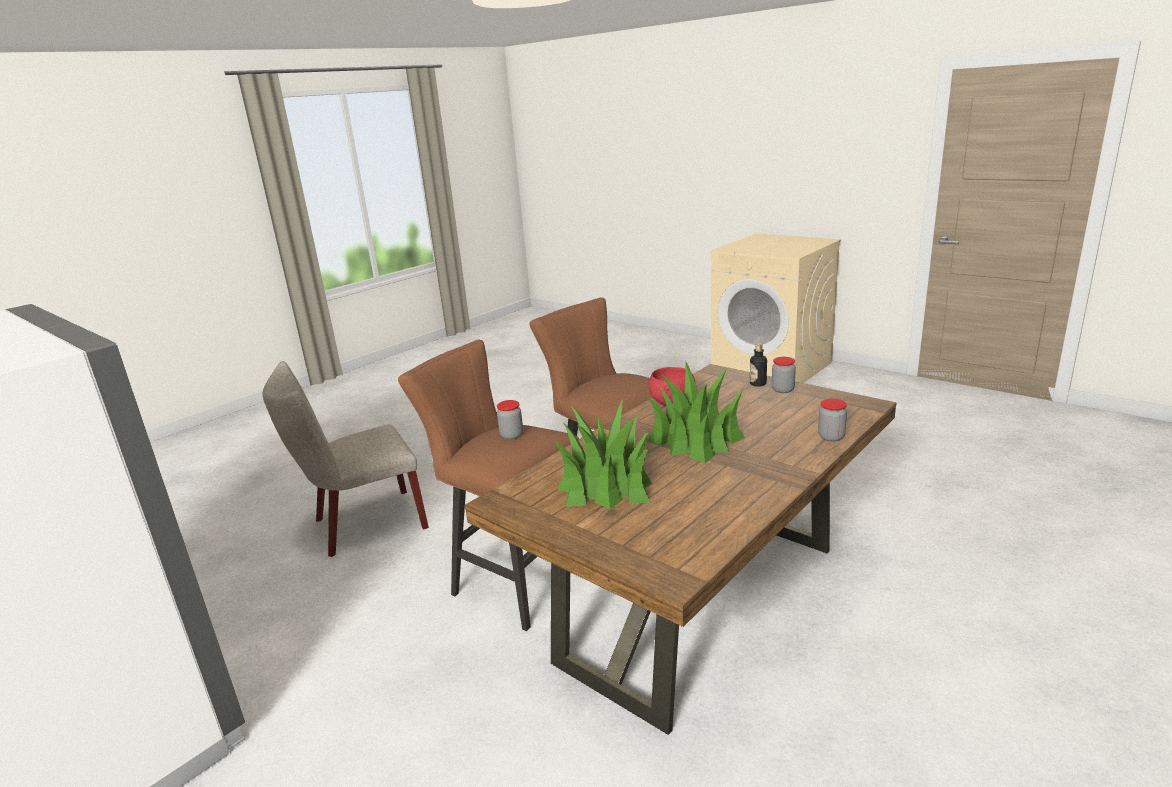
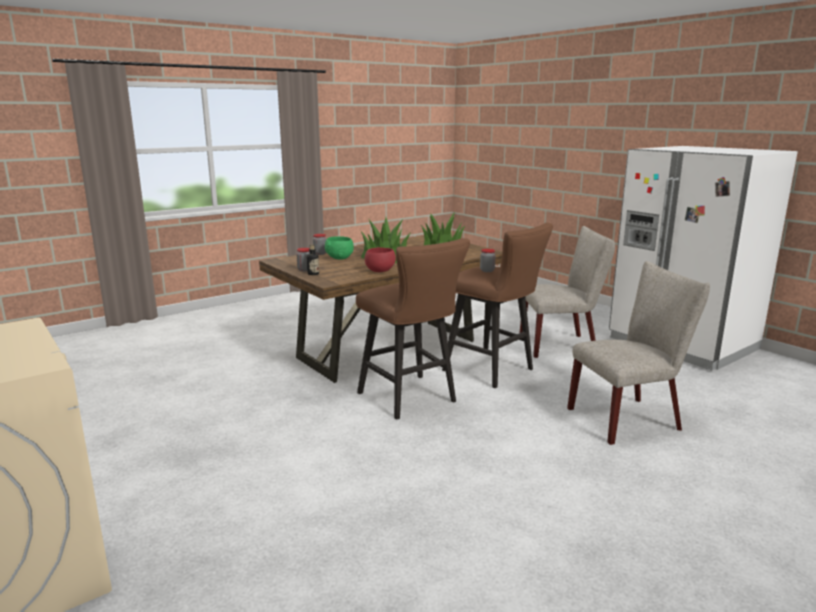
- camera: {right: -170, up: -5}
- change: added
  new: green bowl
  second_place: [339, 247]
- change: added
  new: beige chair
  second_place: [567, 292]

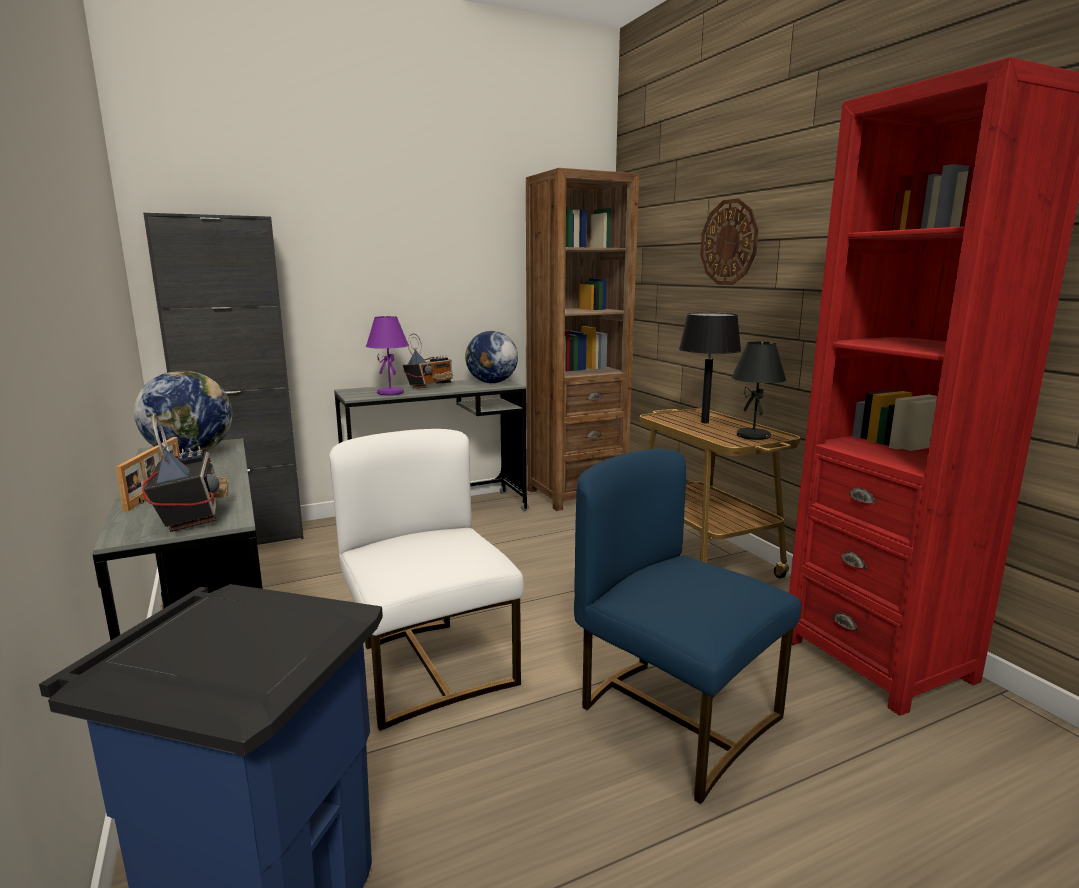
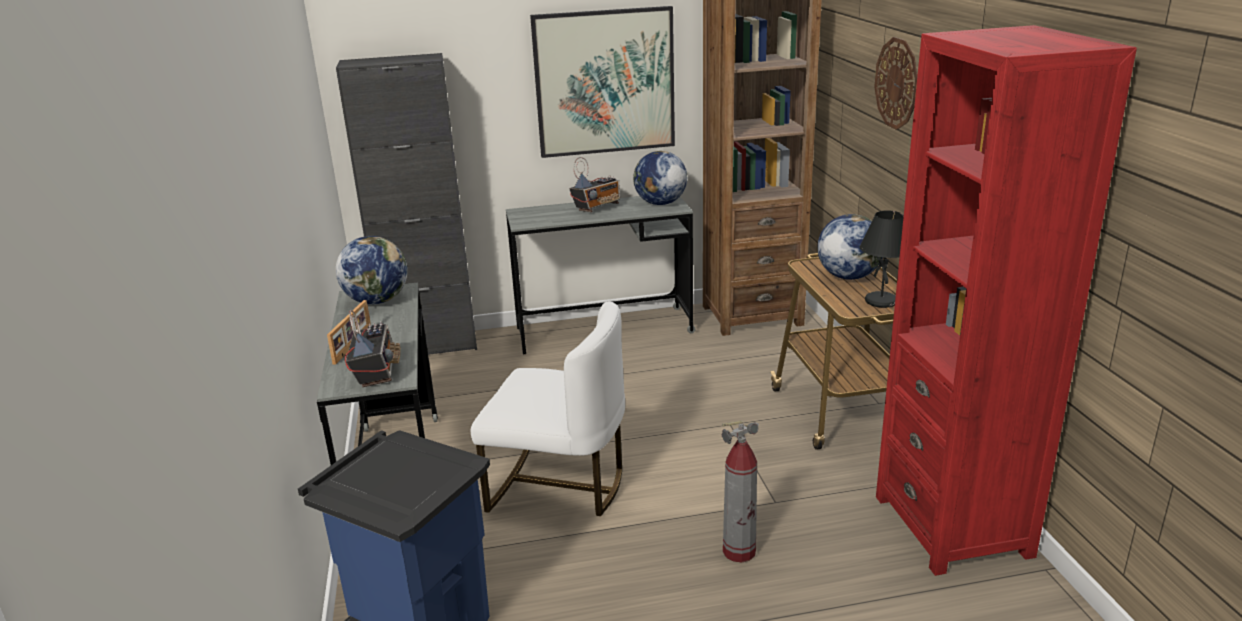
- camera: {right: 15, up: 10}
- change: turned
  old: white chair
  first_place: [426, 580]
  second_place: [548, 409]
  degrees: 120
- change: added
  new: picture
  second_place: [602, 82]
- change: replaced
  old: blue chair
  new: fire extinguisher
  first_place: [687, 626]
  second_place: [740, 492]
- change: replaced
  old: black table lamp
  new: globe
  first_place: [710, 368]
  second_place: [850, 247]
- change: removed
  old: purple table lamp
  first_place: [387, 355]

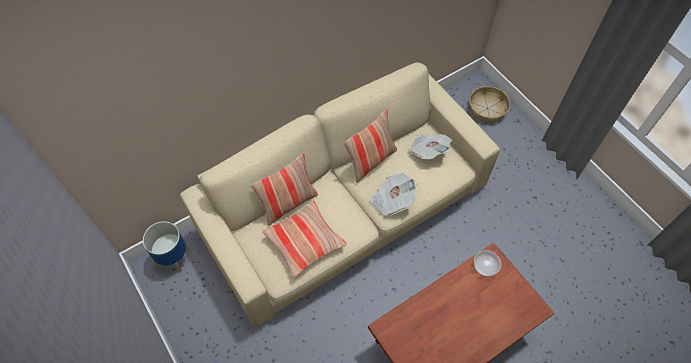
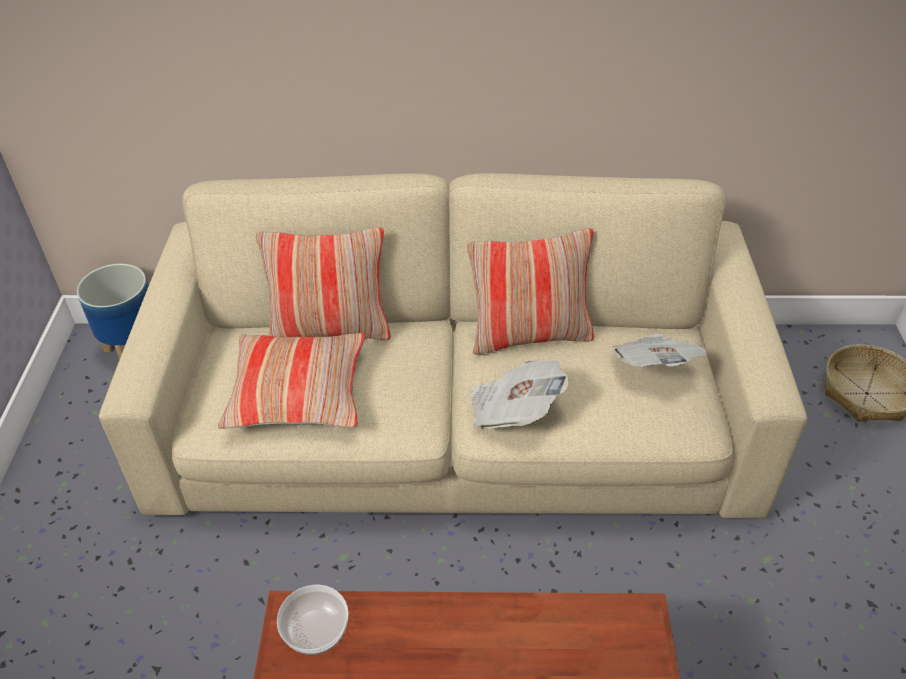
- camera: {right: 35, up: -15}
- change: moved
  old: bowl
  first_place: [487, 263]
  second_place: [313, 620]

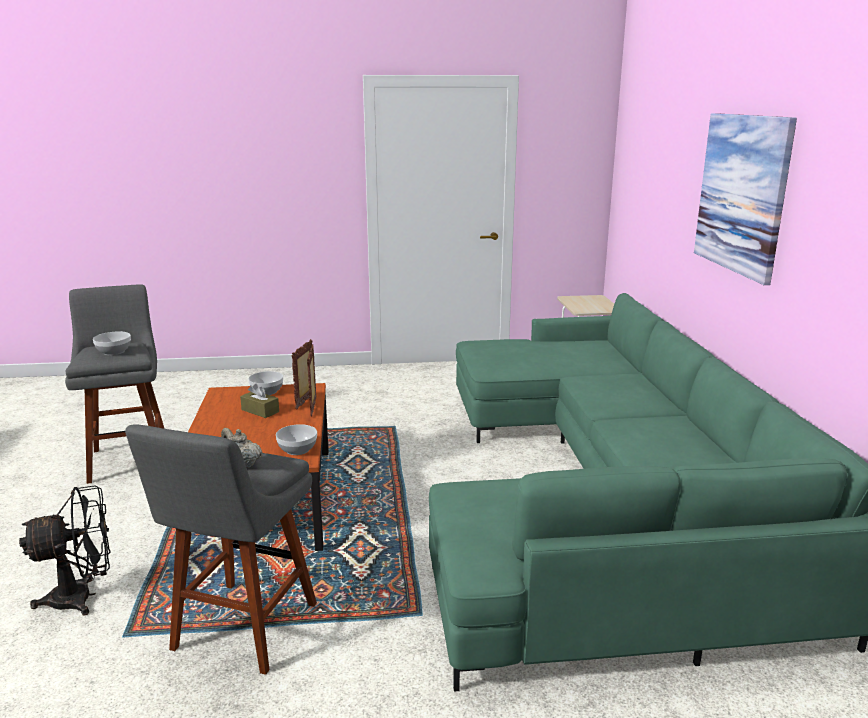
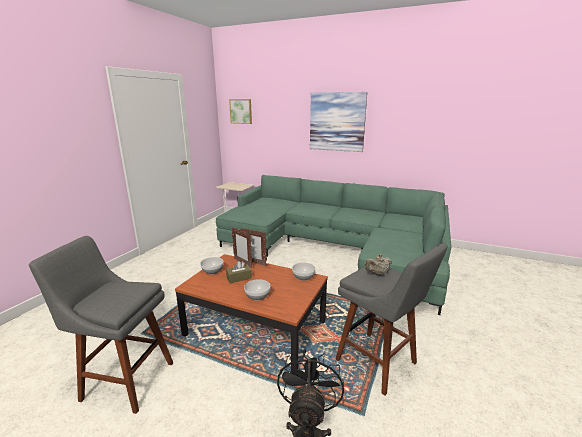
- camera: {right: -60, up: 0}
- change: added
  new: picture
  second_place: [240, 111]
- change: moved
  old: bowl
  first_place: [112, 343]
  second_place: [257, 290]

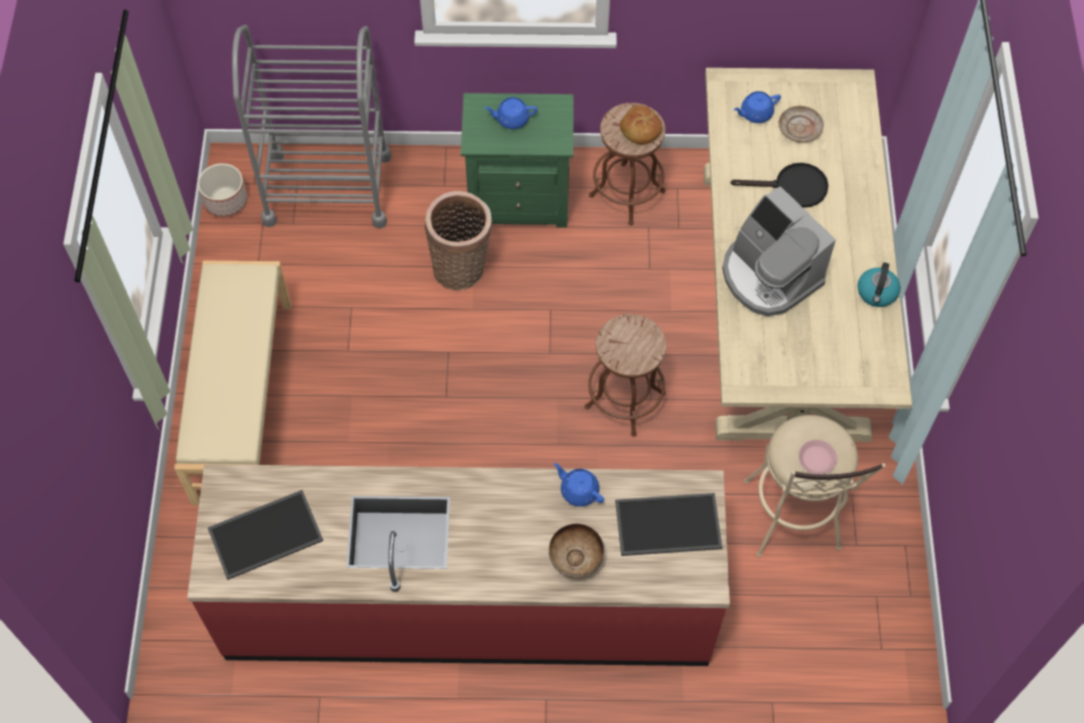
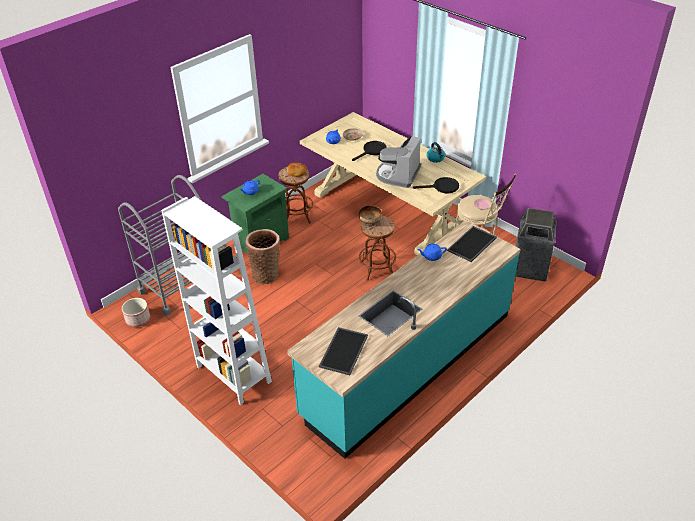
- camera: {right: -45, up: -20}
- change: replaced
  old: beige bench
  new: white bookcase
  first_place: [232, 383]
  second_place: [216, 300]
- change: recoloured
  old: red counter
  new: turquoise counter
  first_place: [458, 565]
  second_place: [404, 339]
- change: moved
  old: bowl
  first_place: [576, 551]
  second_place: [370, 216]
- change: turned
  old: coffee machine
  first_place: [779, 251]
  second_place: [398, 162]
  degrees: 105
- change: added
  new: black frying pan
  second_place: [436, 185]
- change: added
  new: trash can
  second_place: [536, 244]

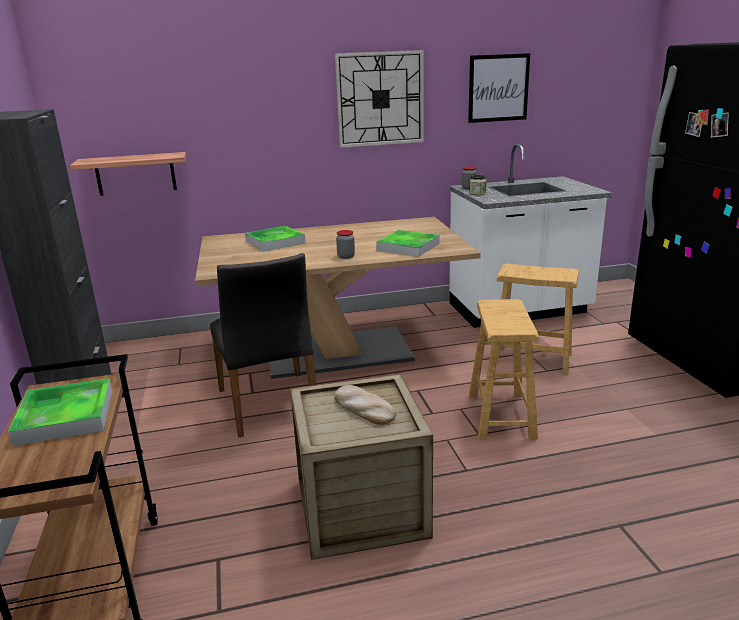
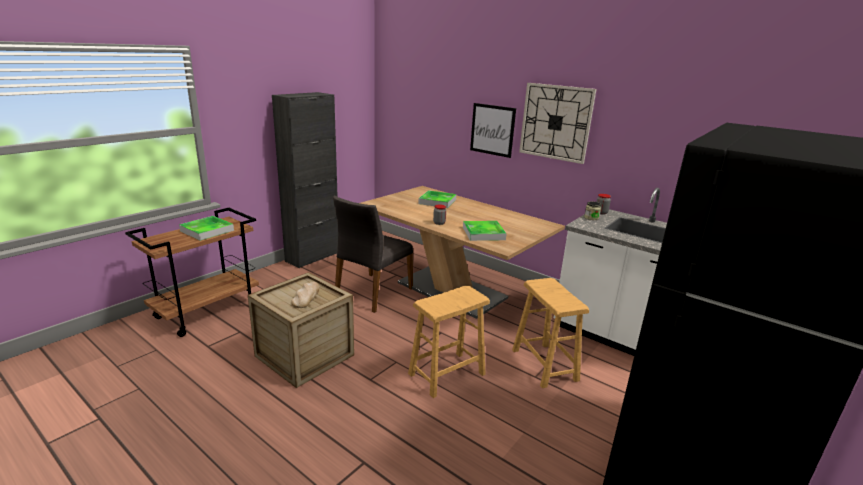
- camera: {right: 50, up: 0}
- change: moved
  old: picture
  first_place: [499, 88]
  second_place: [493, 130]
- change: removed
  old: shelf
  first_place: [128, 174]

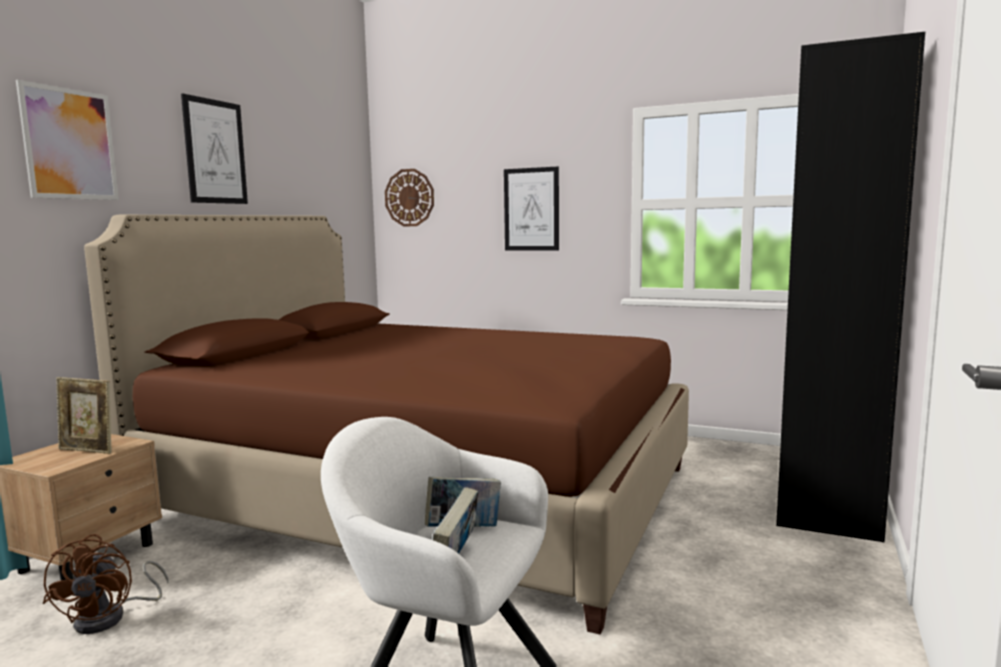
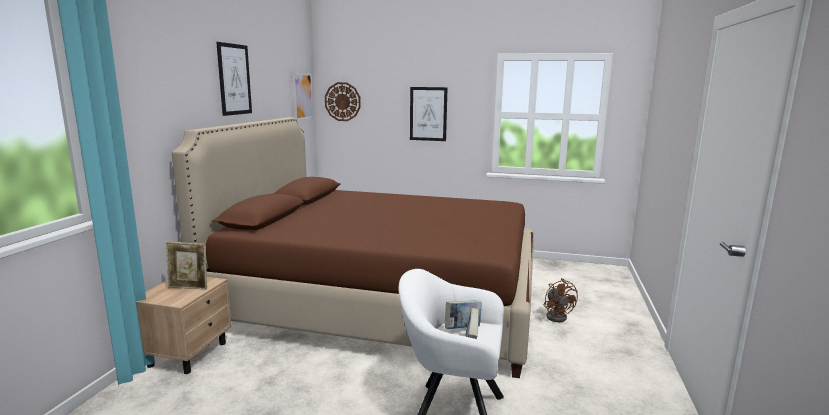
- camera: {right: -10, up: 5}
- change: moved
  old: picture
  first_place: [67, 140]
  second_place: [303, 96]
- change: moved
  old: brown fan
  first_place: [105, 584]
  second_place: [561, 300]
- change: removed
  old: black bookcase
  first_place: [850, 287]

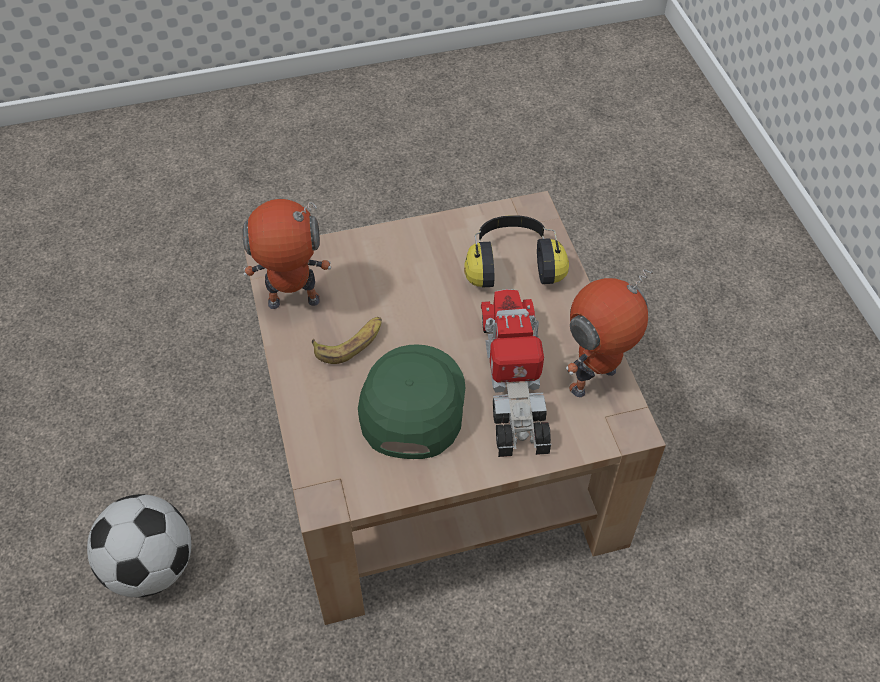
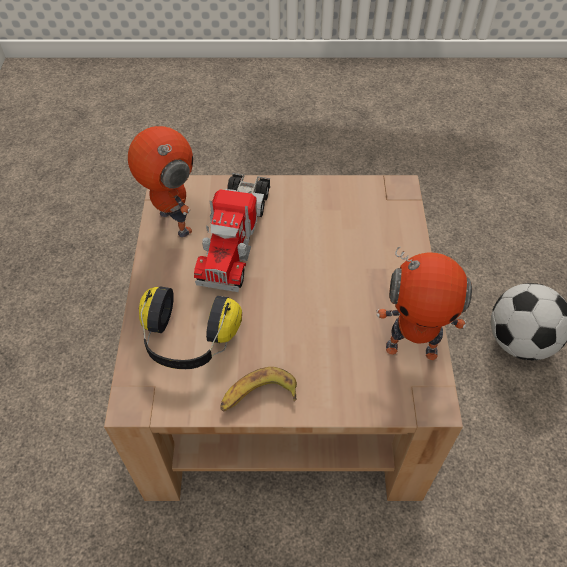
- camera: {right: -165, up: 0}
- change: turned
  old: toy robot
  first_place: [609, 333]
  second_place: [160, 181]
  degrees: -105
- change: moved
  old: banana
  first_place: [347, 340]
  second_place: [258, 389]
- change: removed
  old: green cap
  first_place: [411, 401]

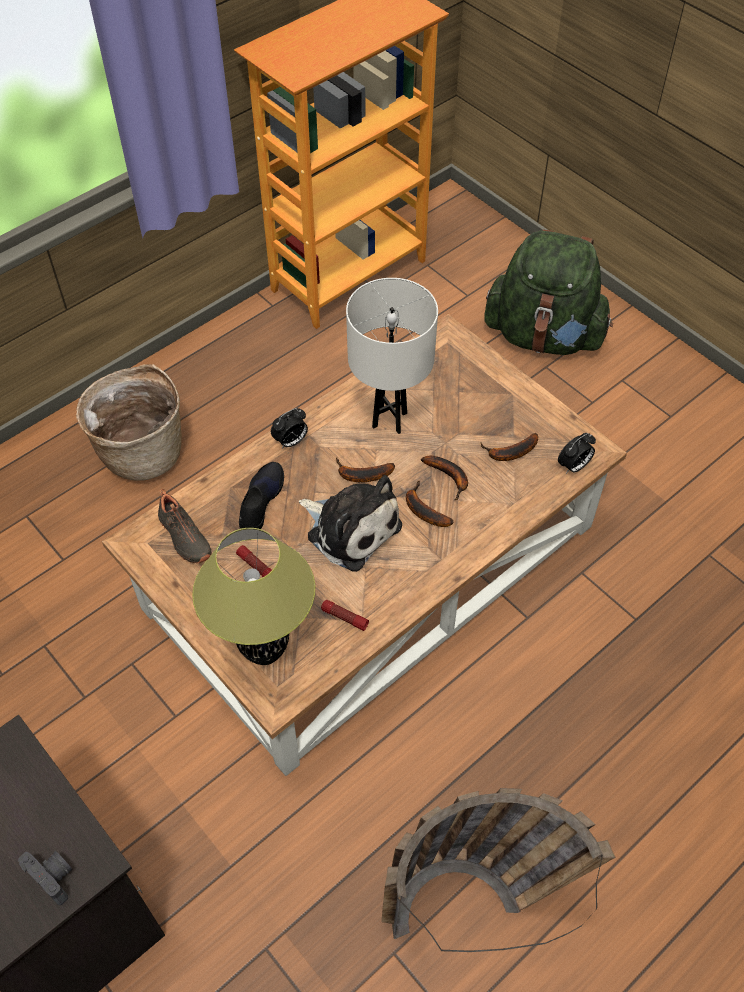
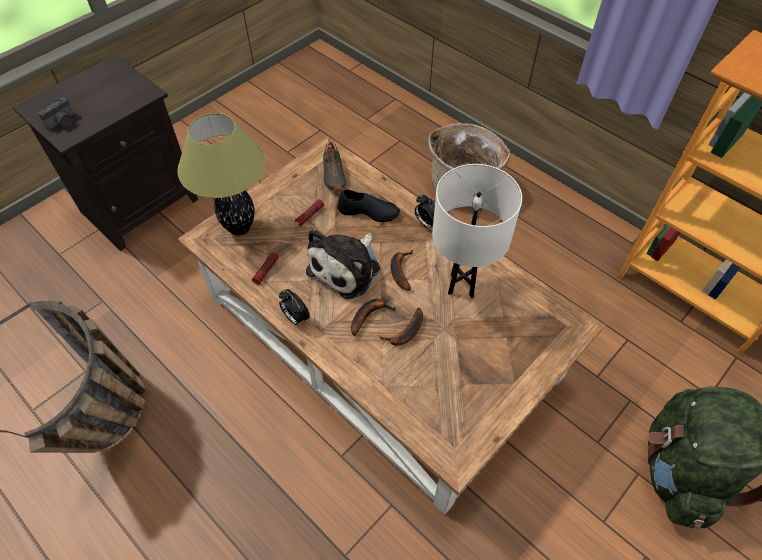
- camera: {right: 85, up: 0}
- change: moved
  old: alarm clock
  first_place: [577, 453]
  second_place: [294, 307]
- change: turned
  old: black shoe
  first_place: [185, 526]
  second_place: [334, 164]
  degrees: -60
- change: removed
  old: banana
  first_place: [509, 447]

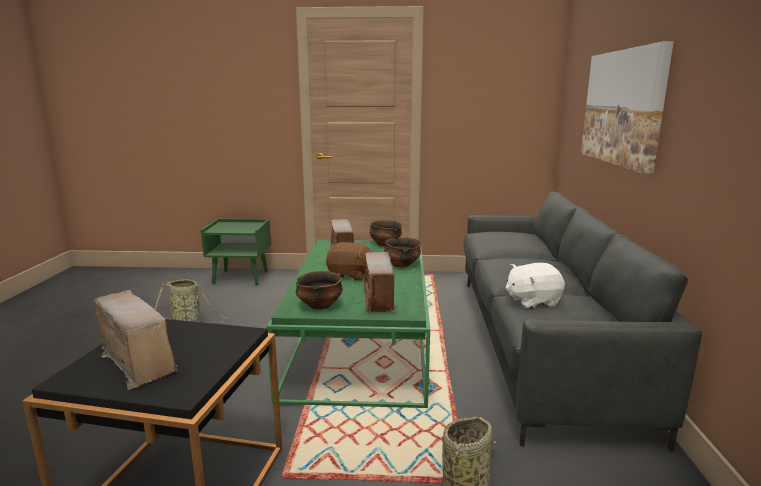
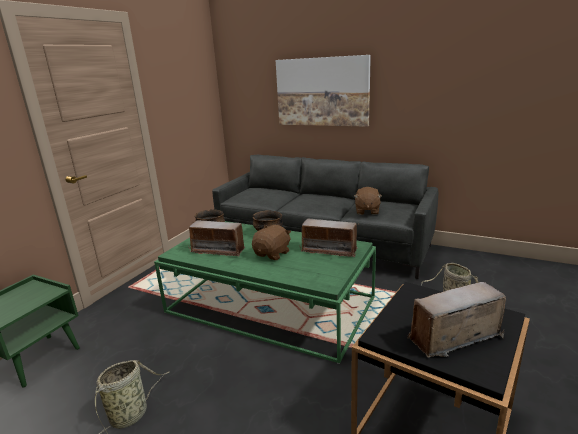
- camera: {right: -65, up: 5}
- change: recoloured
  old: white plush toy
  new: brown plush toy
  first_place: [535, 286]
  second_place: [368, 201]
- change: removed
  old: bowl
  first_place: [319, 290]

